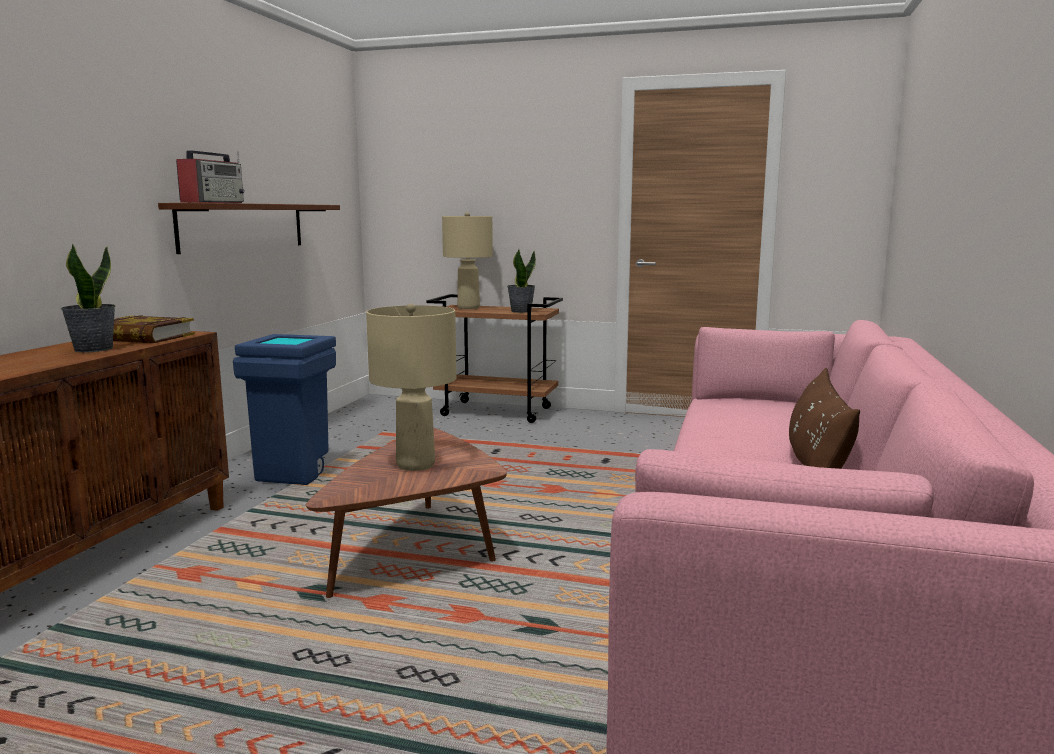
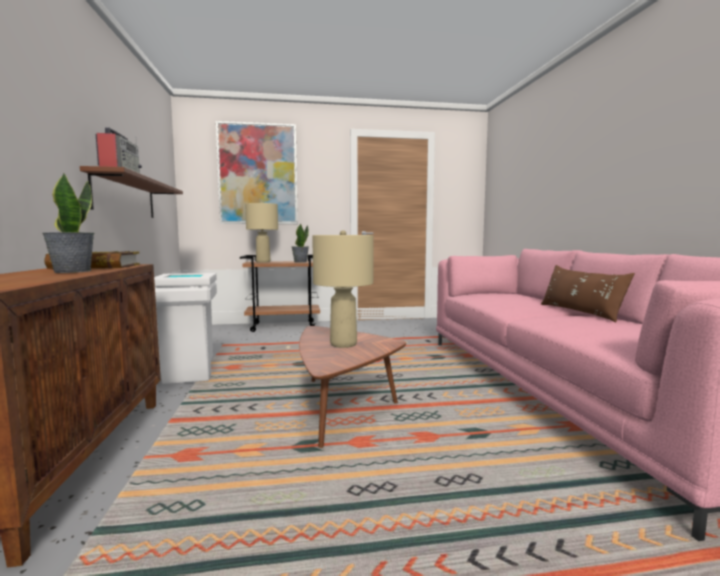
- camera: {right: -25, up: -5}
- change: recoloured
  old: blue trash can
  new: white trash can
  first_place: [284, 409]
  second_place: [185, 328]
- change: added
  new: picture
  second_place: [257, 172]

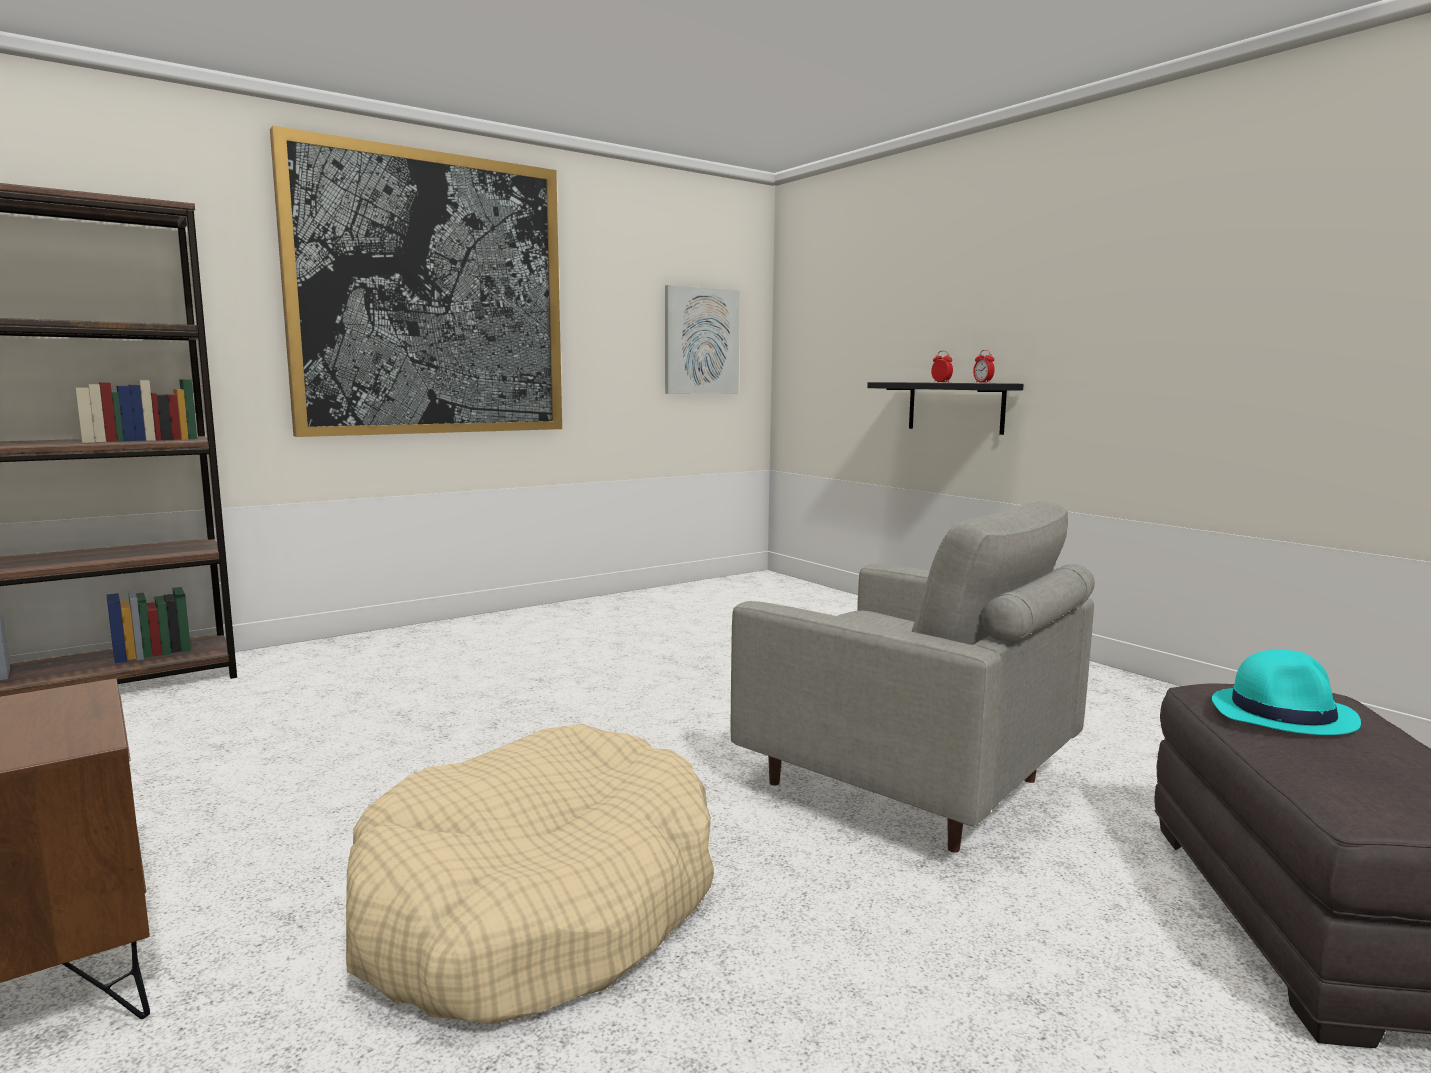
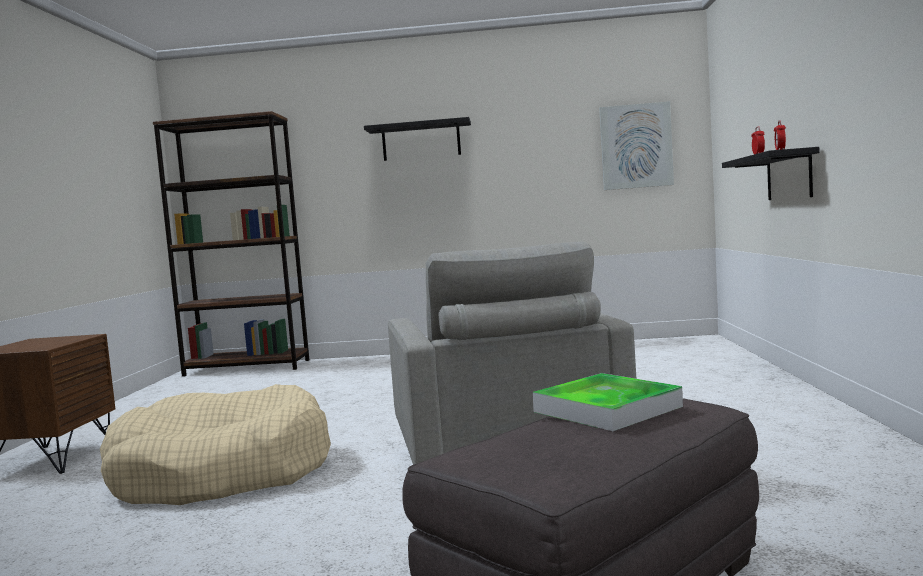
- camera: {right: 40, up: -5}
- change: replaced
  old: picture
  new: black shelf
  first_place: [416, 281]
  second_place: [417, 139]
- change: replaced
  old: turquoise hat
  new: tray
  first_place: [1286, 692]
  second_place: [607, 402]

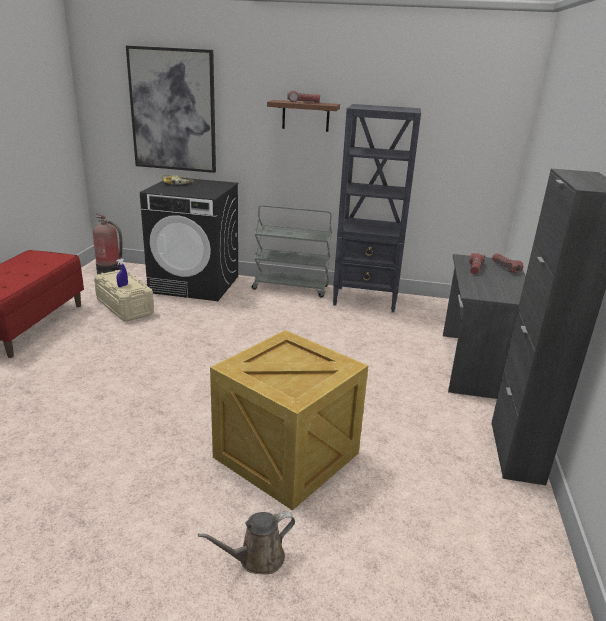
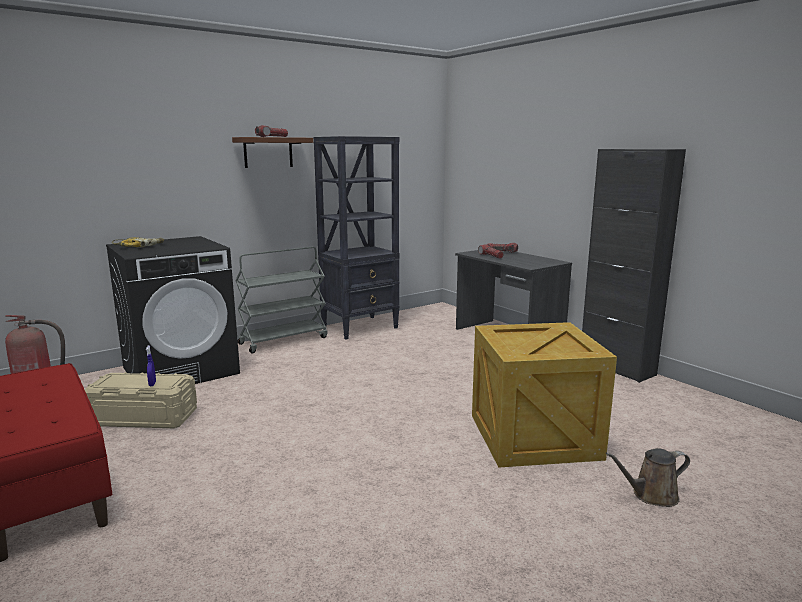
- camera: {right: -45, up: -10}
- change: turned
  old: brown watering can
  first_place: [246, 543]
  second_place: [648, 477]
  degrees: 60
- change: removed
  old: picture
  first_place: [171, 109]

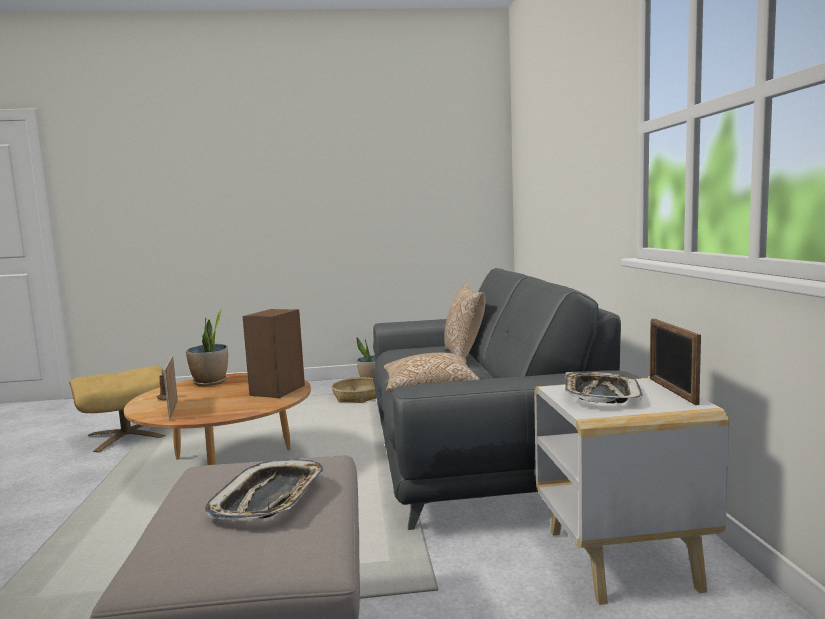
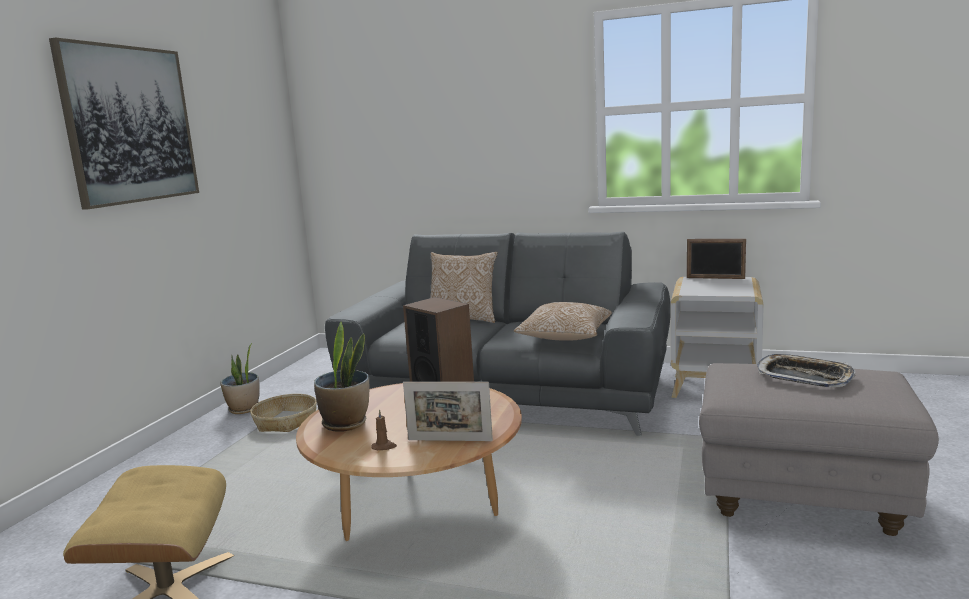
- camera: {right: -65, up: 5}
- change: added
  new: picture
  second_place: [124, 124]
- change: removed
  old: tray
  first_place: [604, 387]

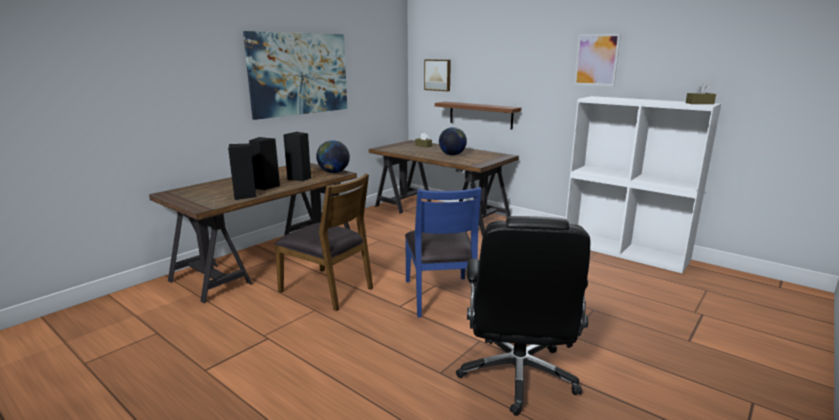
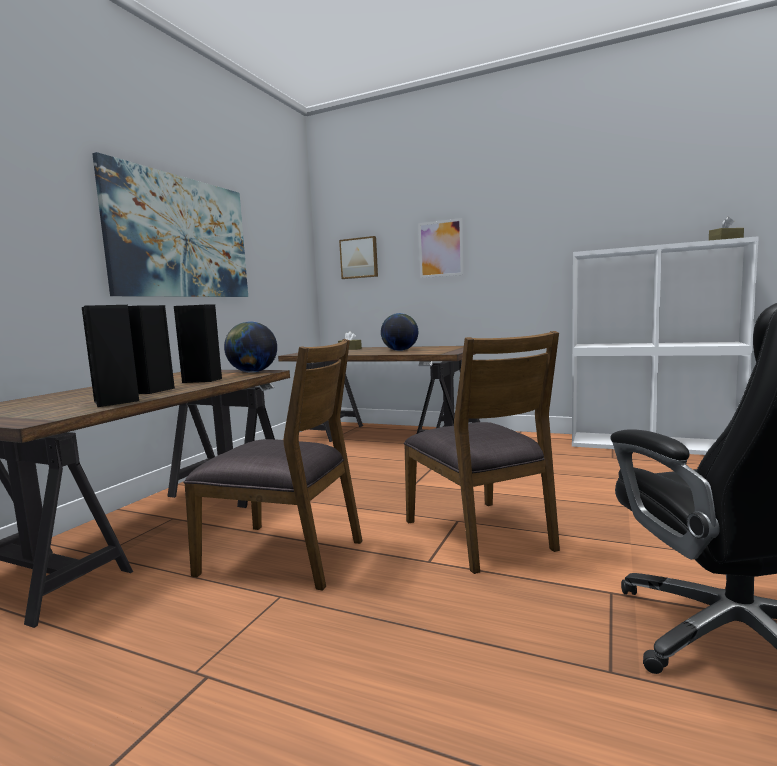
- camera: {right: -15, up: -10}
- change: recoloured
  old: blue chair
  new: brown chair
  first_place: [443, 252]
  second_place: [482, 452]
- change: moved
  old: picture
  first_place: [597, 60]
  second_place: [441, 248]
- change: removed
  old: brown shelf
  first_place: [478, 116]

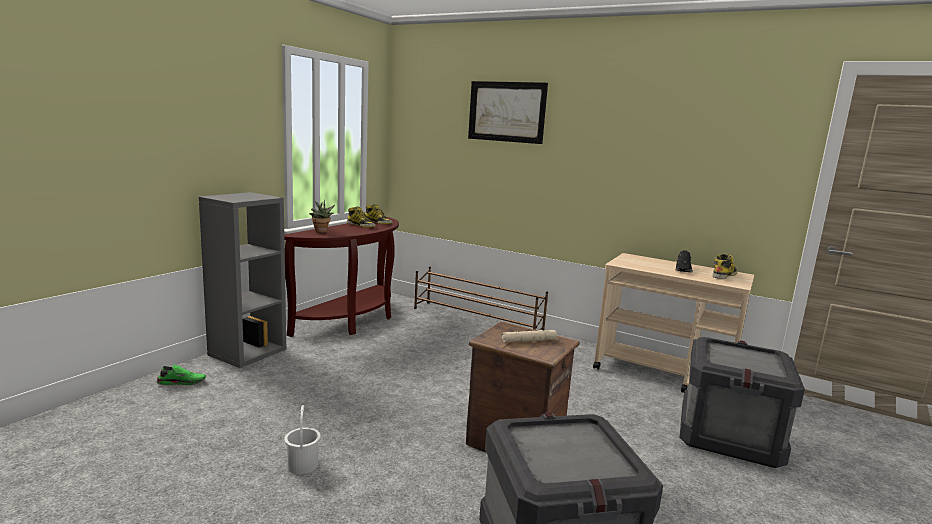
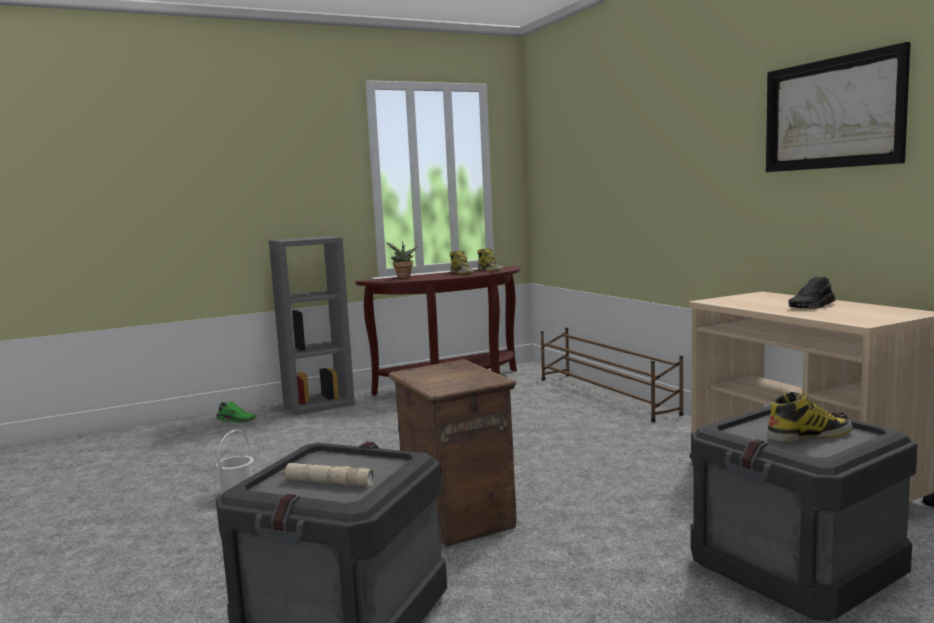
- camera: {right: 35, up: -5}
- change: moved
  old: beige flashlight
  first_place: [529, 336]
  second_place: [328, 474]
- change: moved
  old: picture
  first_place: [508, 112]
  second_place: [838, 107]
- change: moved
  old: boot
  first_place: [725, 266]
  second_place: [810, 417]

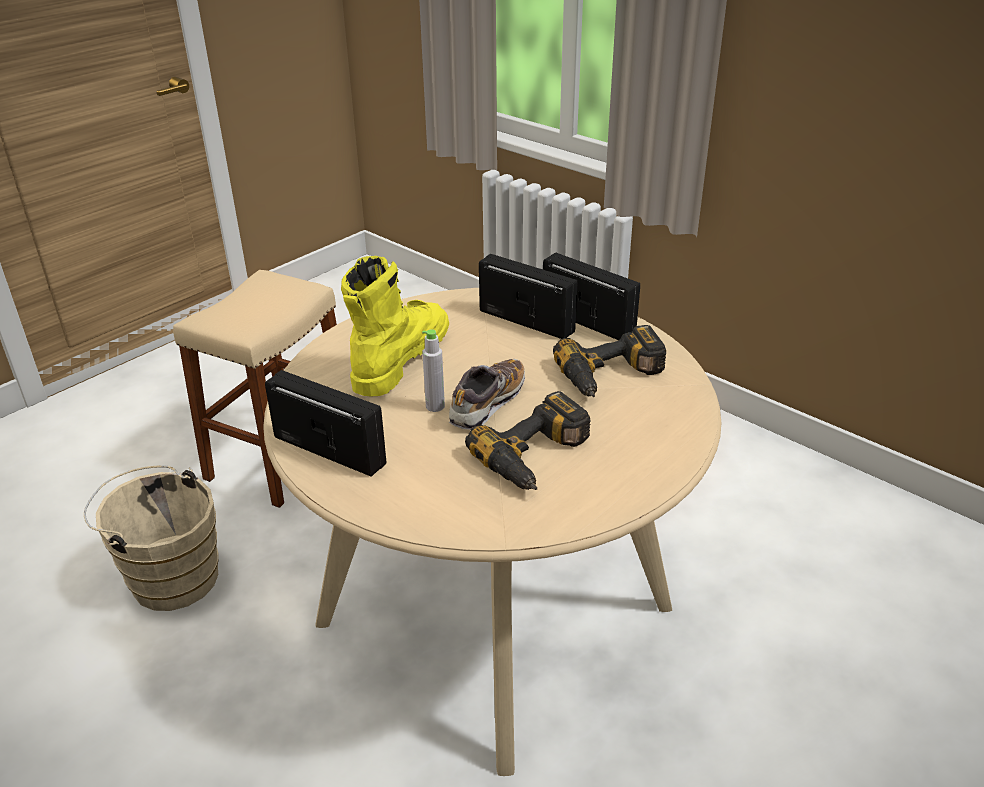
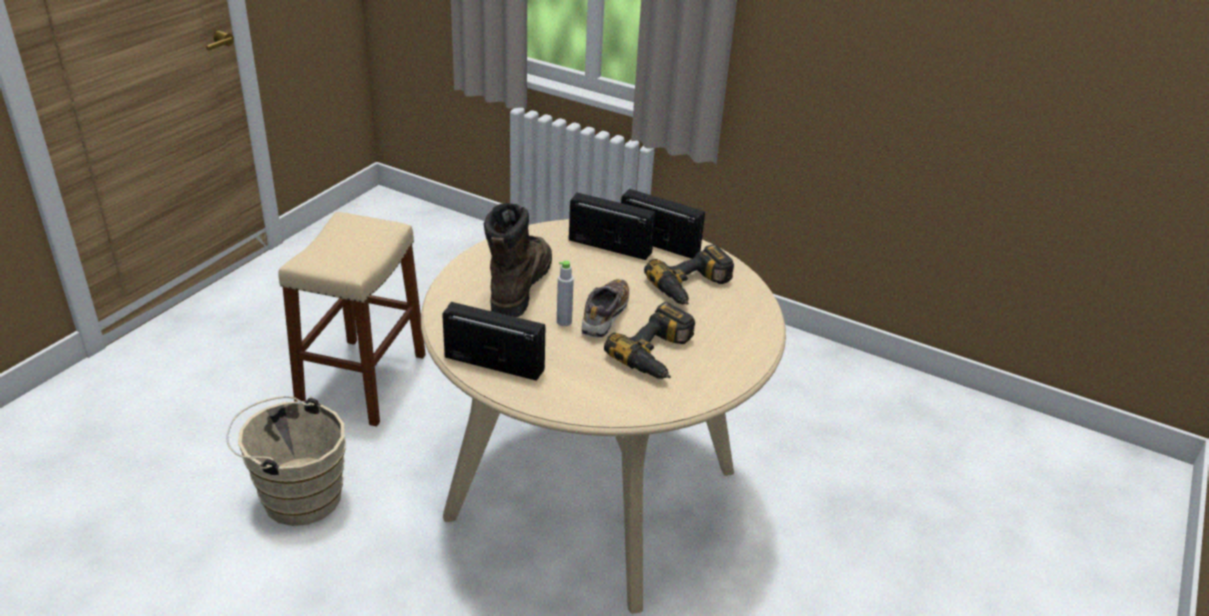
- camera: {right: -15, up: 0}
- change: recoloured
  old: yellow boot
  new: brown boot
  first_place: [395, 326]
  second_place: [518, 260]

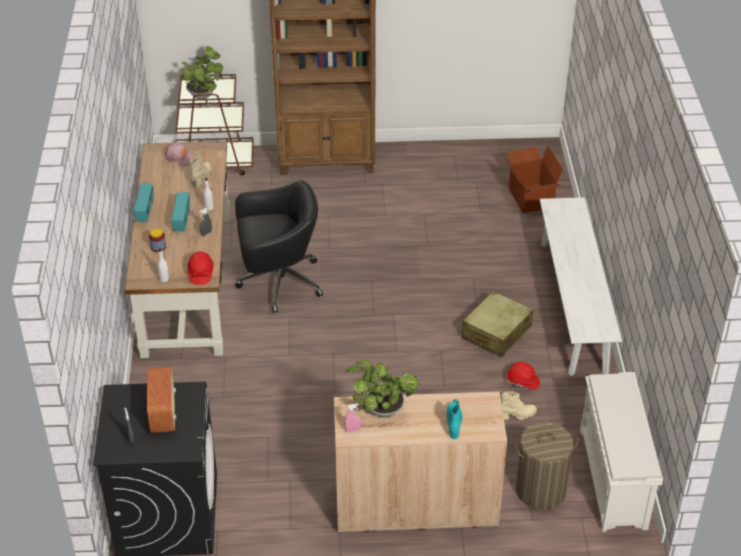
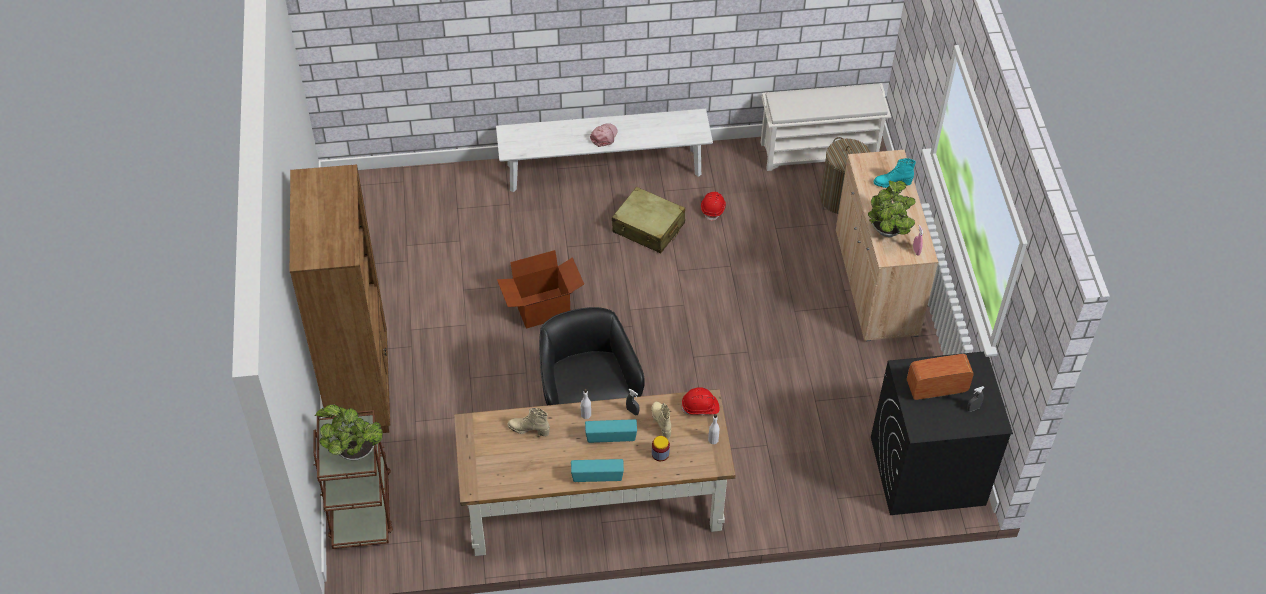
- camera: {right: -95, up: 10}
- change: moved
  old: cardboard box
  first_place: [533, 179]
  second_place: [540, 289]
- change: moved
  old: pink cap
  first_place: [179, 154]
  second_place: [604, 135]
- change: moved
  old: beige boot
  first_place: [519, 405]
  second_place: [661, 420]

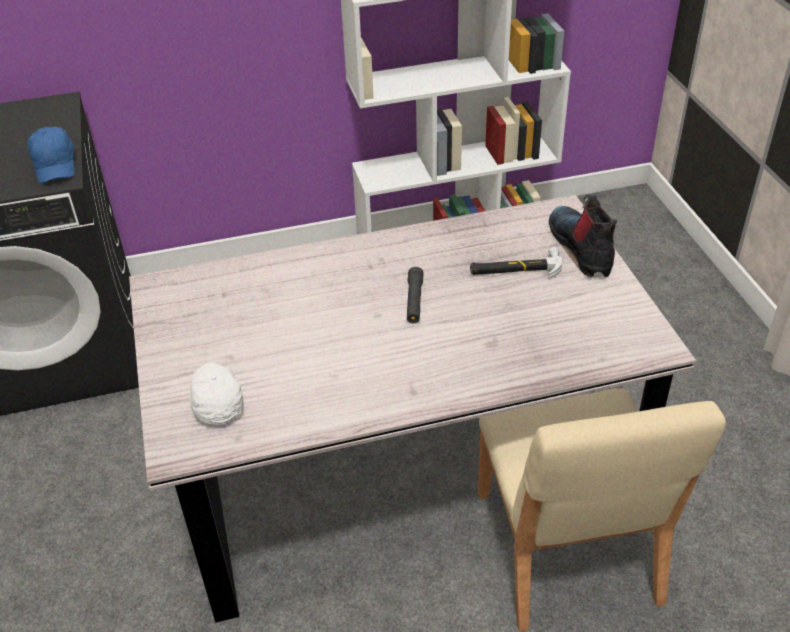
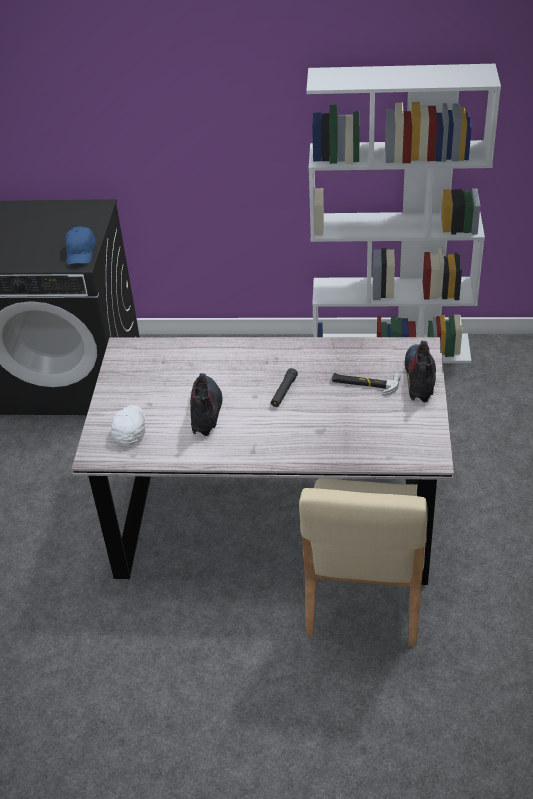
- camera: {right: 20, up: 0}
- change: added
  new: boot
  second_place: [206, 404]

